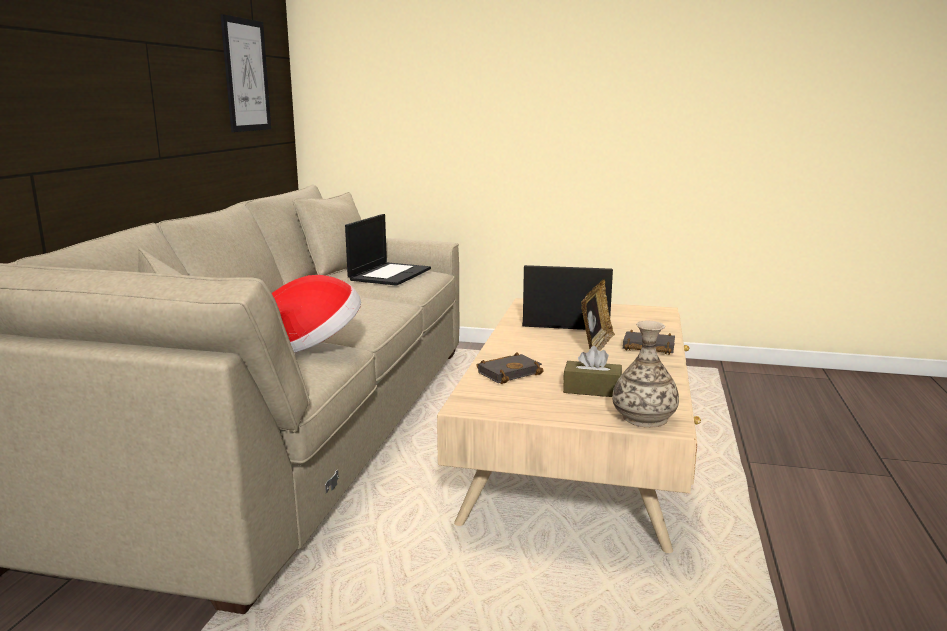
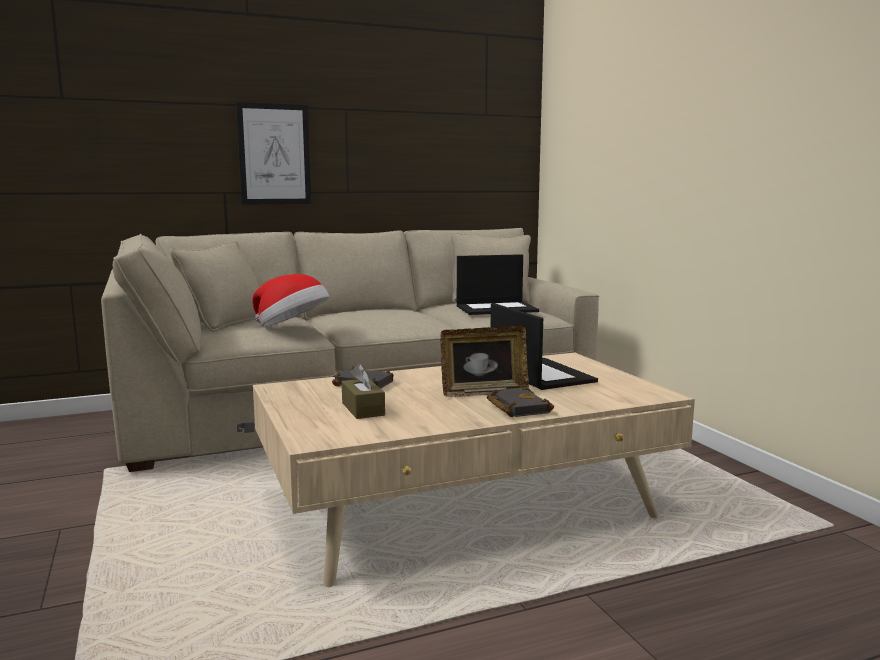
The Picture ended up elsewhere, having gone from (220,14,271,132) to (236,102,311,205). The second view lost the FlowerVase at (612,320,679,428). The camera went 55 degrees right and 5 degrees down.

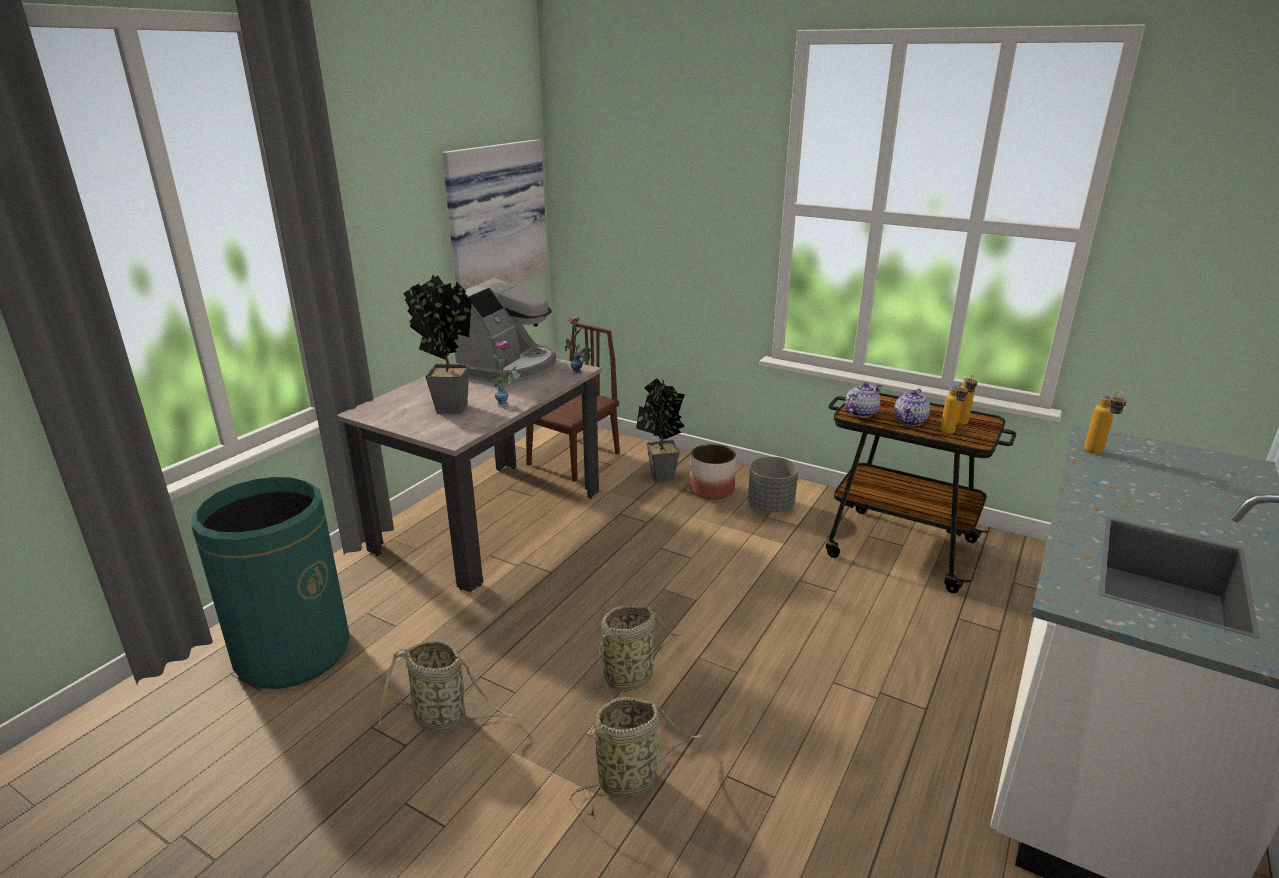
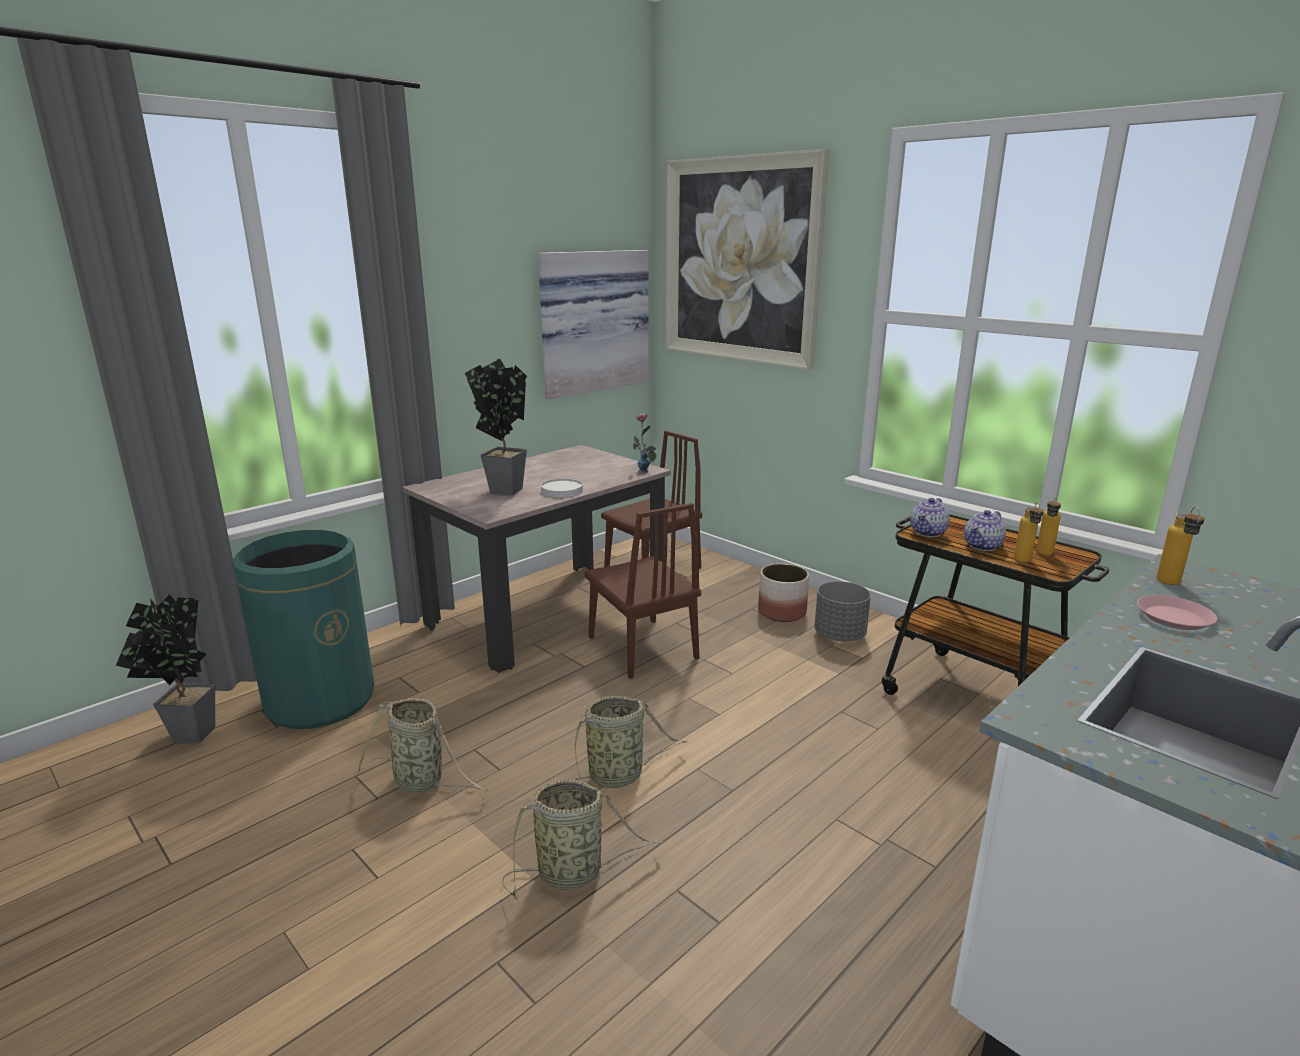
The PottedPlant ended up elsewhere, having gone from (636,378,685,482) to (116,594,215,744). Where the FlowerVase stood at (493,341,520,406), the WhiteFlatDish came to stand at (541,479,583,497). The second view gained the BrownUprightChair at (585,503,701,679). The second view gained the Picture at (665,149,830,370). The Teapot at (844,382,882,418) ended up facing another way, 150 degrees clockwise from before. The second view gained the PinkishFlatDish at (1137,595,1217,630). The second view lost the CoffeeBrewer at (452,278,556,383). The camera went 15 degrees right and 5 degrees down.

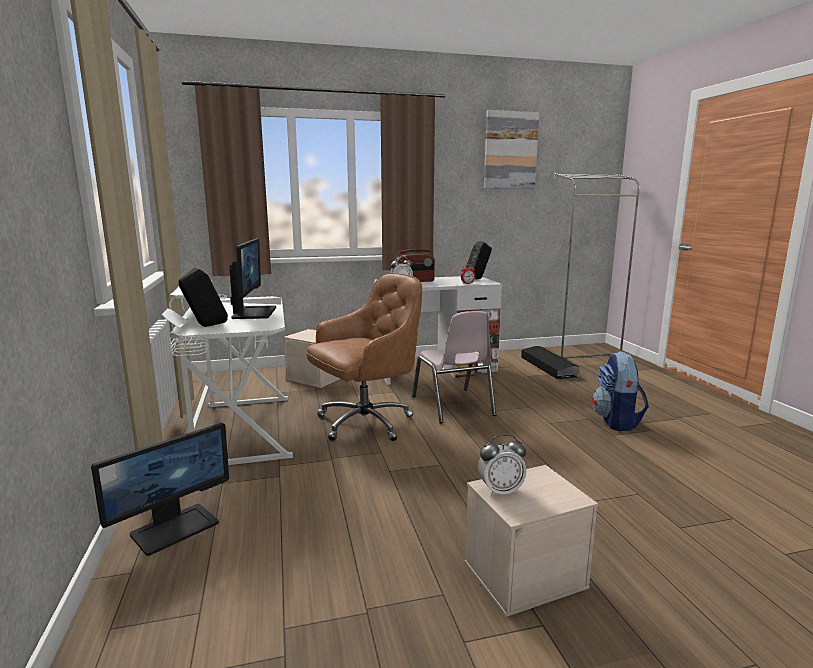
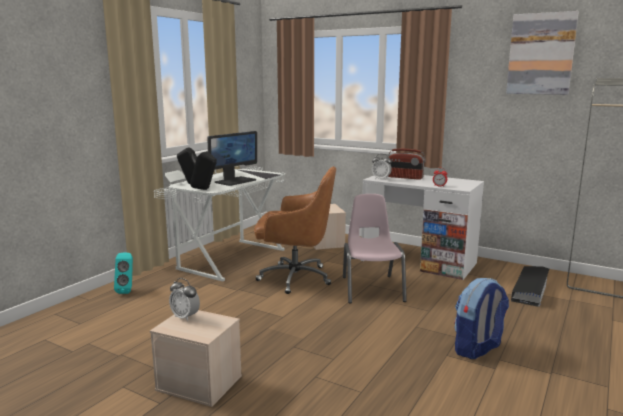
Where the ComputerScreen stood at (91,423,229,556), the TurquoiseColouredAudioSpeaker came to stand at (114,253,133,294). The BlackishAudioSpeaker ended up elsewhere, having gone from (466,241,492,279) to (190,151,217,190). The PinkishUprightChair at (412,311,496,424) ended up facing another way, 150 degrees clockwise from before. The camera went 45 degrees right and 0 degrees up.

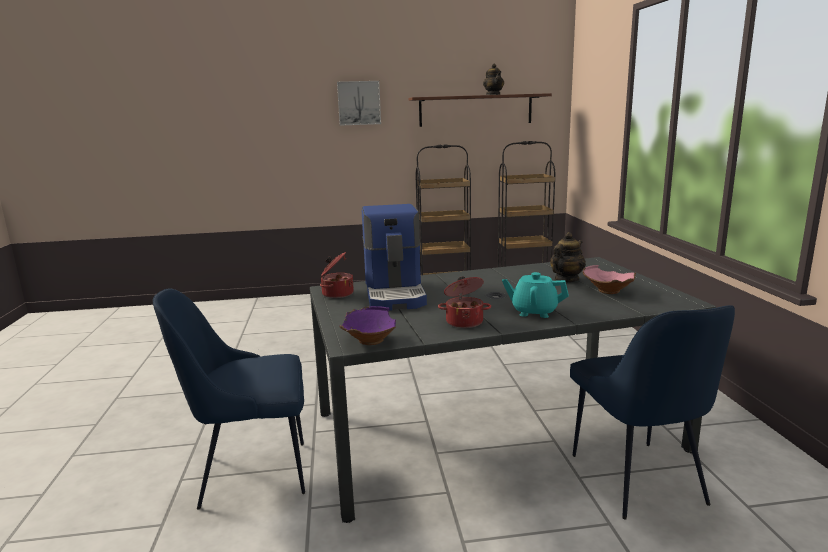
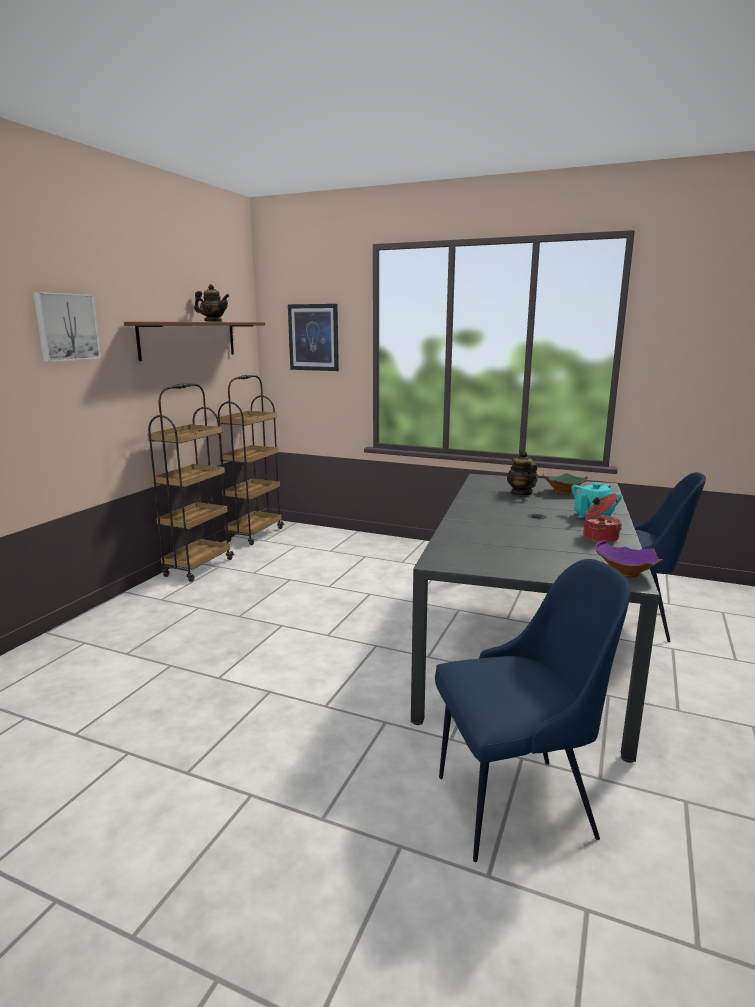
The second view gained the Picture at (288,304,339,371). The BlueColouredUprightChair at (153,288,305,510) ended up facing another way, 120 degrees counterclockwise from before. What was the PinkishBowl at (582,265,636,294) turned into the GreenBowl at (543,473,588,494). The second view lost the Stockpot at (320,252,354,298). The second view lost the CoffeeBrewer at (362,204,427,311). The camera went 60 degrees left and 0 degrees up.

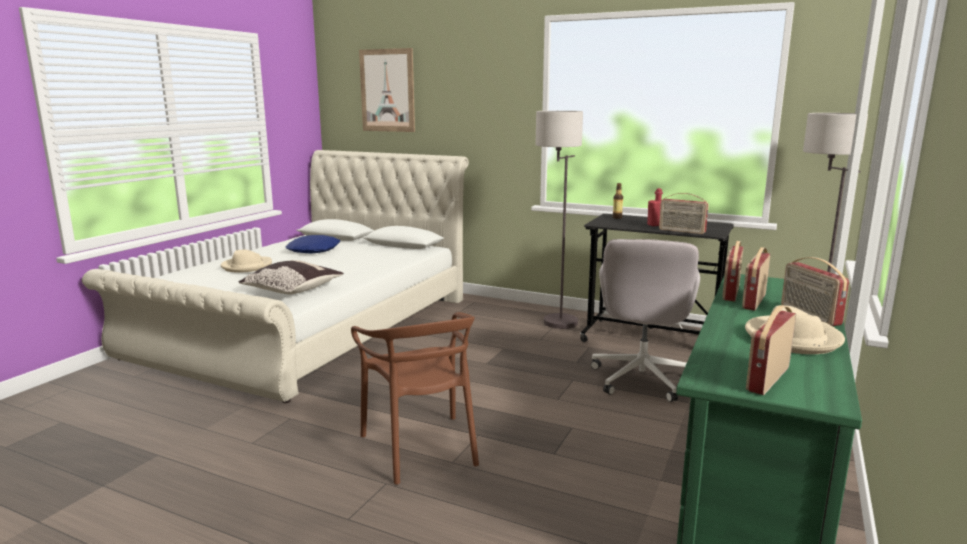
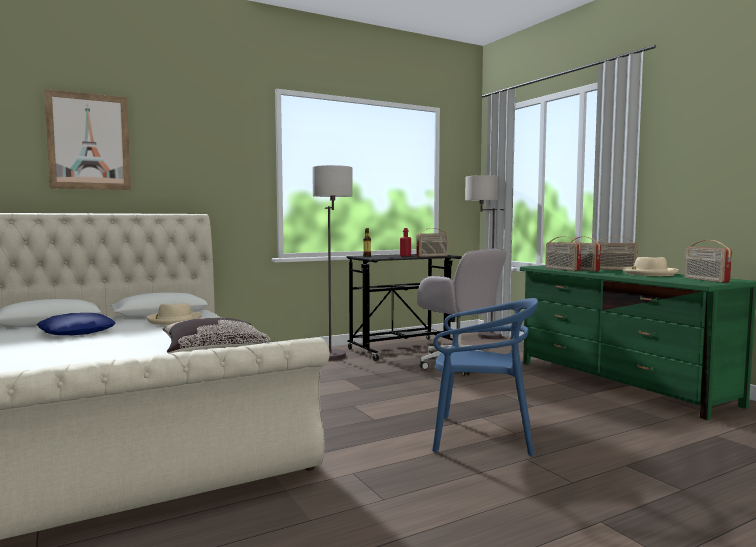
The SandColouredWearableHat ended up elsewhere, having gone from (221,250,272,273) to (146,303,202,325). What was the BrownUprightChair at (351,312,479,485) turned into the BlueColouredUprightChair at (432,298,538,456). The camera went 55 degrees left and 10 degrees down.

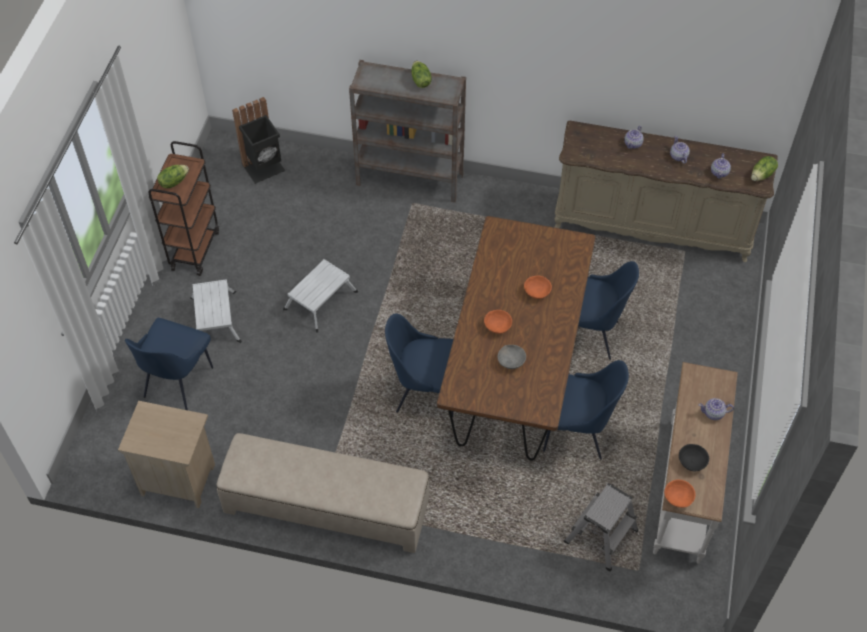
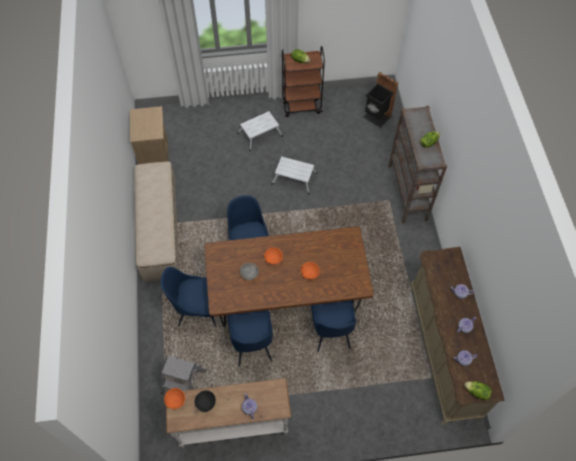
The BlueColouredUprightChair ended up elsewhere, having gone from (125,318,213,410) to (161,267,216,327). The camera went 70 degrees right and 5 degrees up.

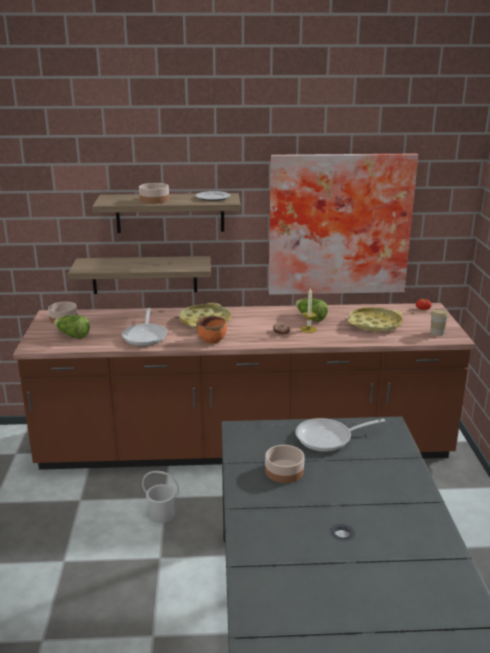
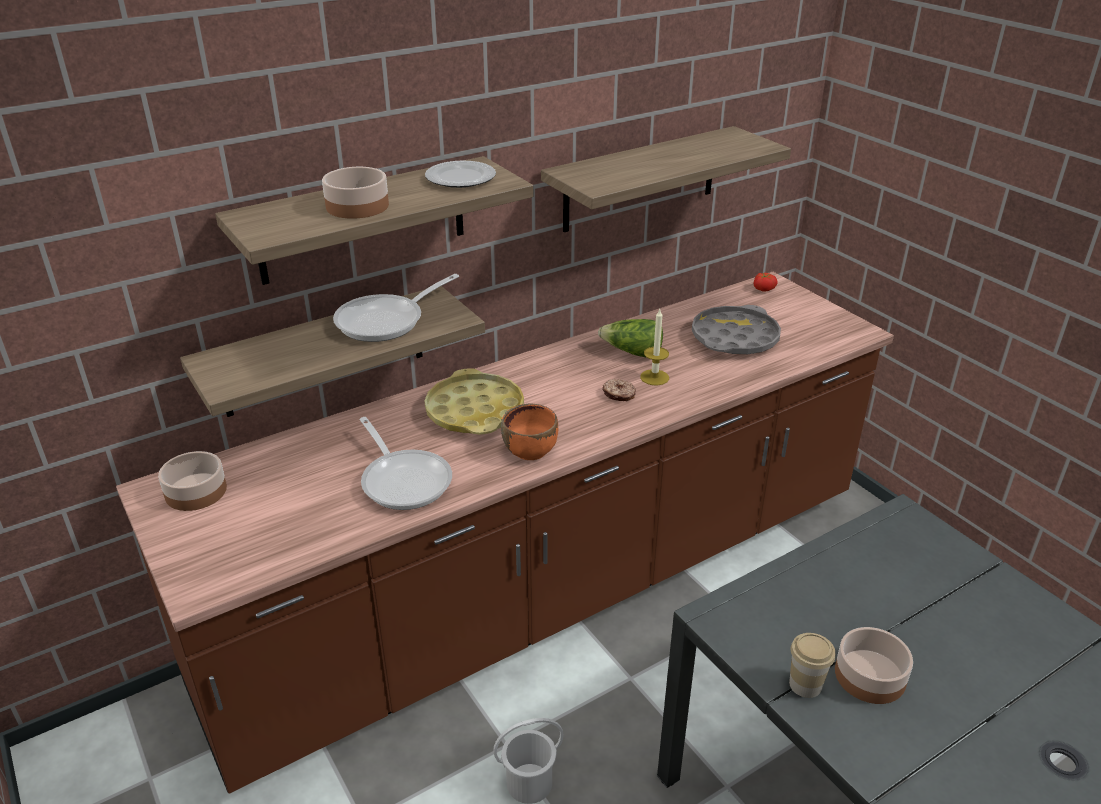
The FryingPan ended up elsewhere, having gone from (296,418,385,452) to (333,274,459,342). Where the Picture hung at (269,154,418,295), the BracketShelf came to hang at (541,126,791,232). What was the YellowColouredServingTray at (348,307,403,332) turned into the GreyServingTray at (692,305,781,354). The Cup ended up elsewhere, having gone from (431,309,449,336) to (789,633,835,698). The second view lost the Lettuce at (54,315,90,339). The camera went 30 degrees left and 10 degrees up.

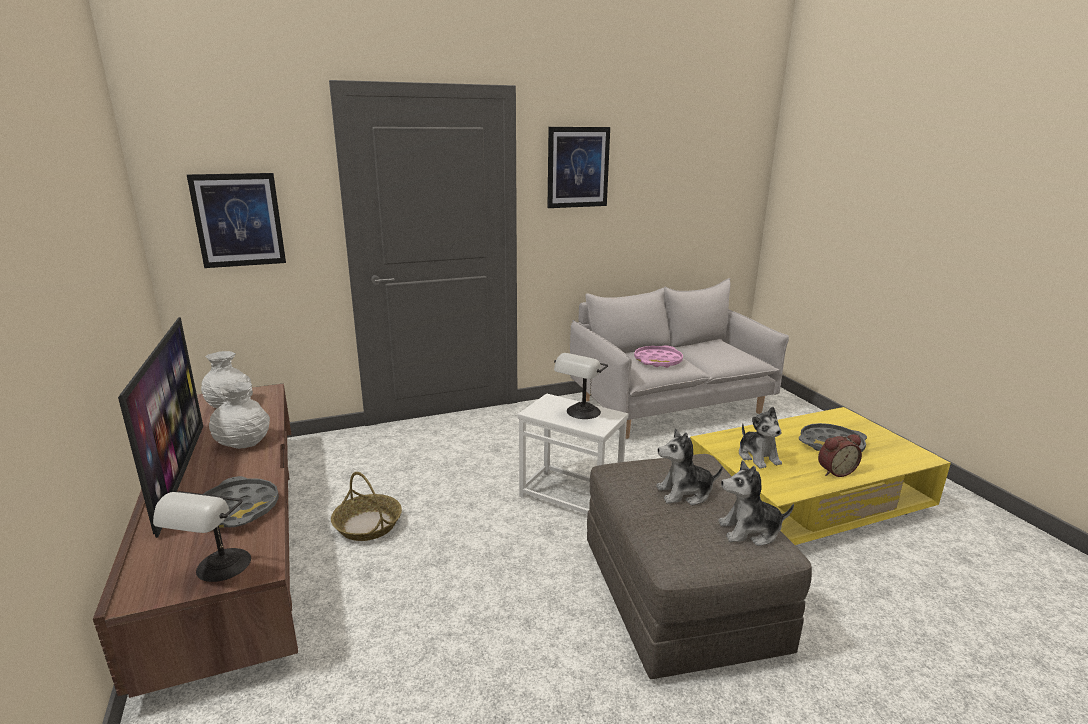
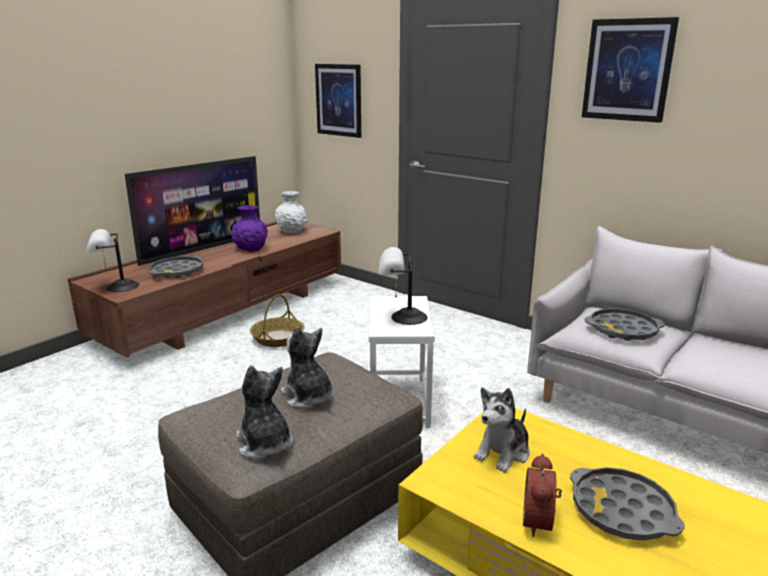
What was the WhiteFlowerVase at (209,382,270,449) turned into the PurpleColouredFlowerVase at (231,205,268,252). The AlarmClock at (818,434,862,477) ended up facing another way, 60 degrees clockwise from before. What was the PinkishServingTray at (634,346,683,368) turned into the GreyServingTray at (584,308,665,341). The camera went 60 degrees right and 0 degrees up.

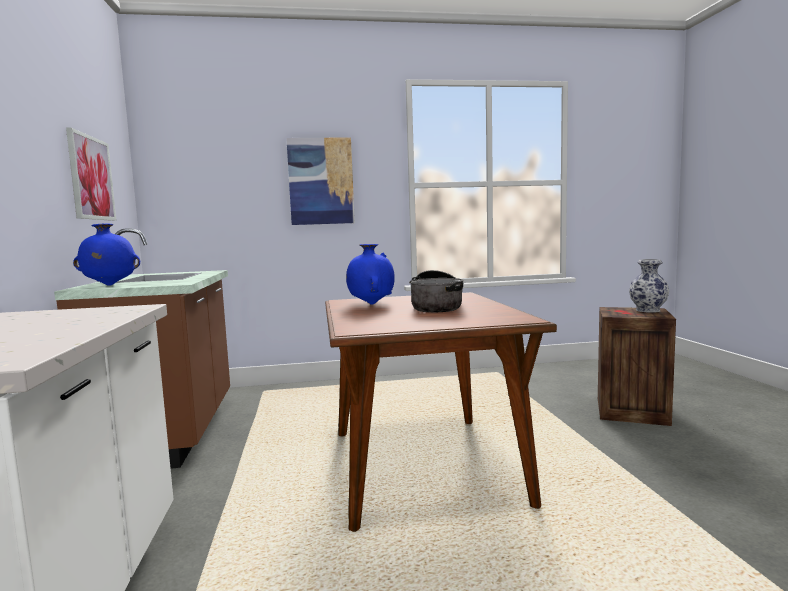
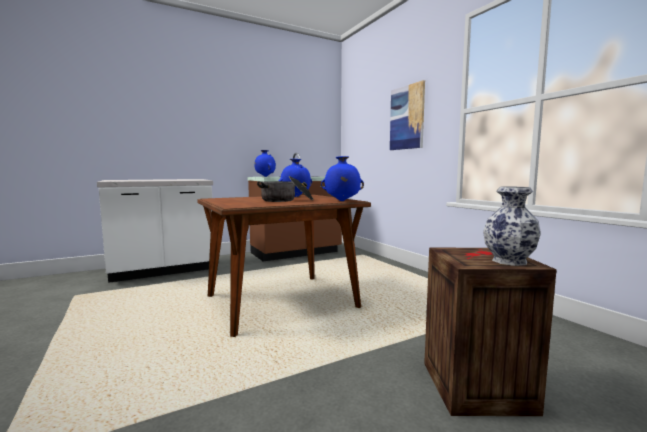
The second view gained the BlueColouredFlowerVase at (321,156,364,201). The second view lost the Picture at (66,127,117,221). The camera went 70 degrees right and 0 degrees up.

